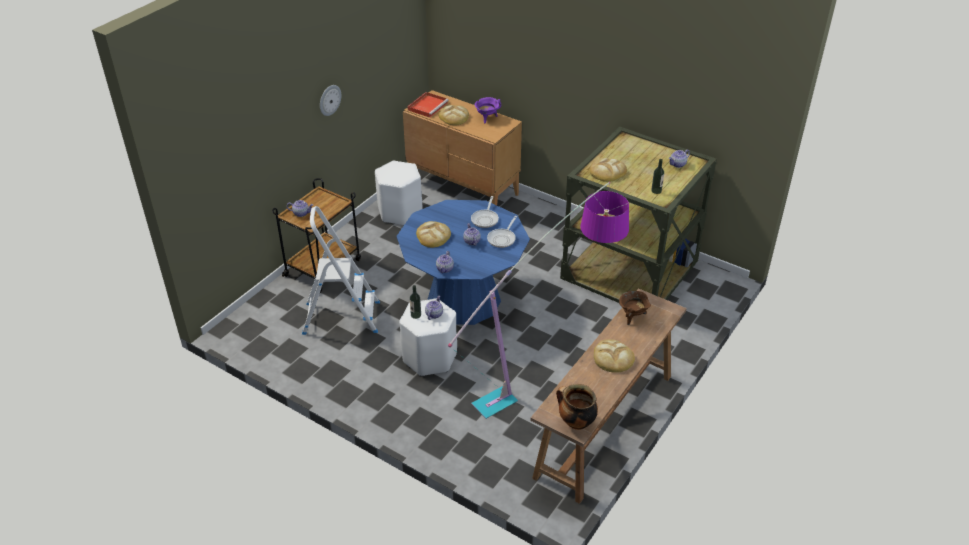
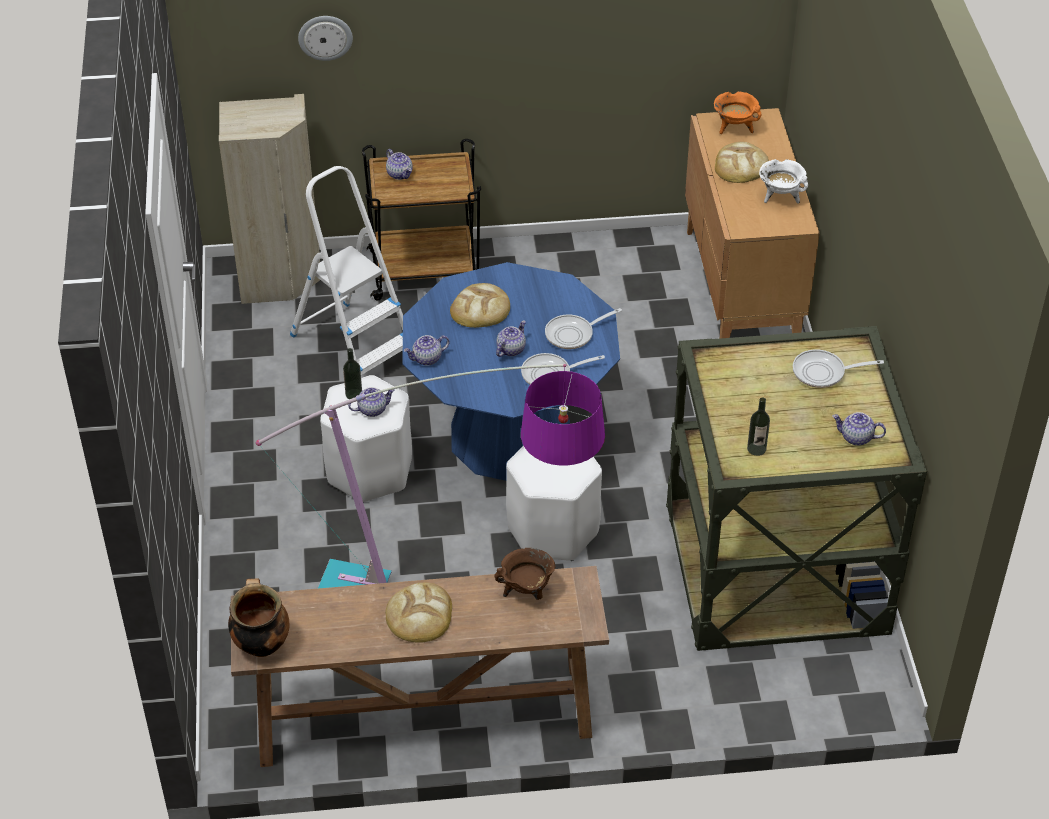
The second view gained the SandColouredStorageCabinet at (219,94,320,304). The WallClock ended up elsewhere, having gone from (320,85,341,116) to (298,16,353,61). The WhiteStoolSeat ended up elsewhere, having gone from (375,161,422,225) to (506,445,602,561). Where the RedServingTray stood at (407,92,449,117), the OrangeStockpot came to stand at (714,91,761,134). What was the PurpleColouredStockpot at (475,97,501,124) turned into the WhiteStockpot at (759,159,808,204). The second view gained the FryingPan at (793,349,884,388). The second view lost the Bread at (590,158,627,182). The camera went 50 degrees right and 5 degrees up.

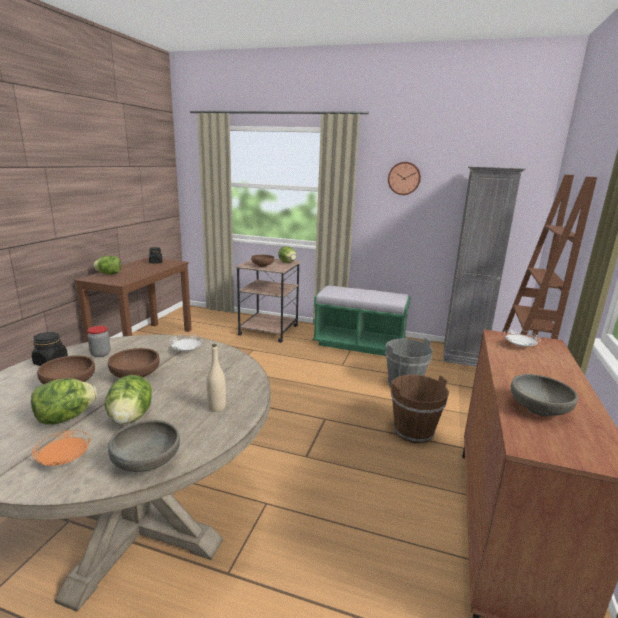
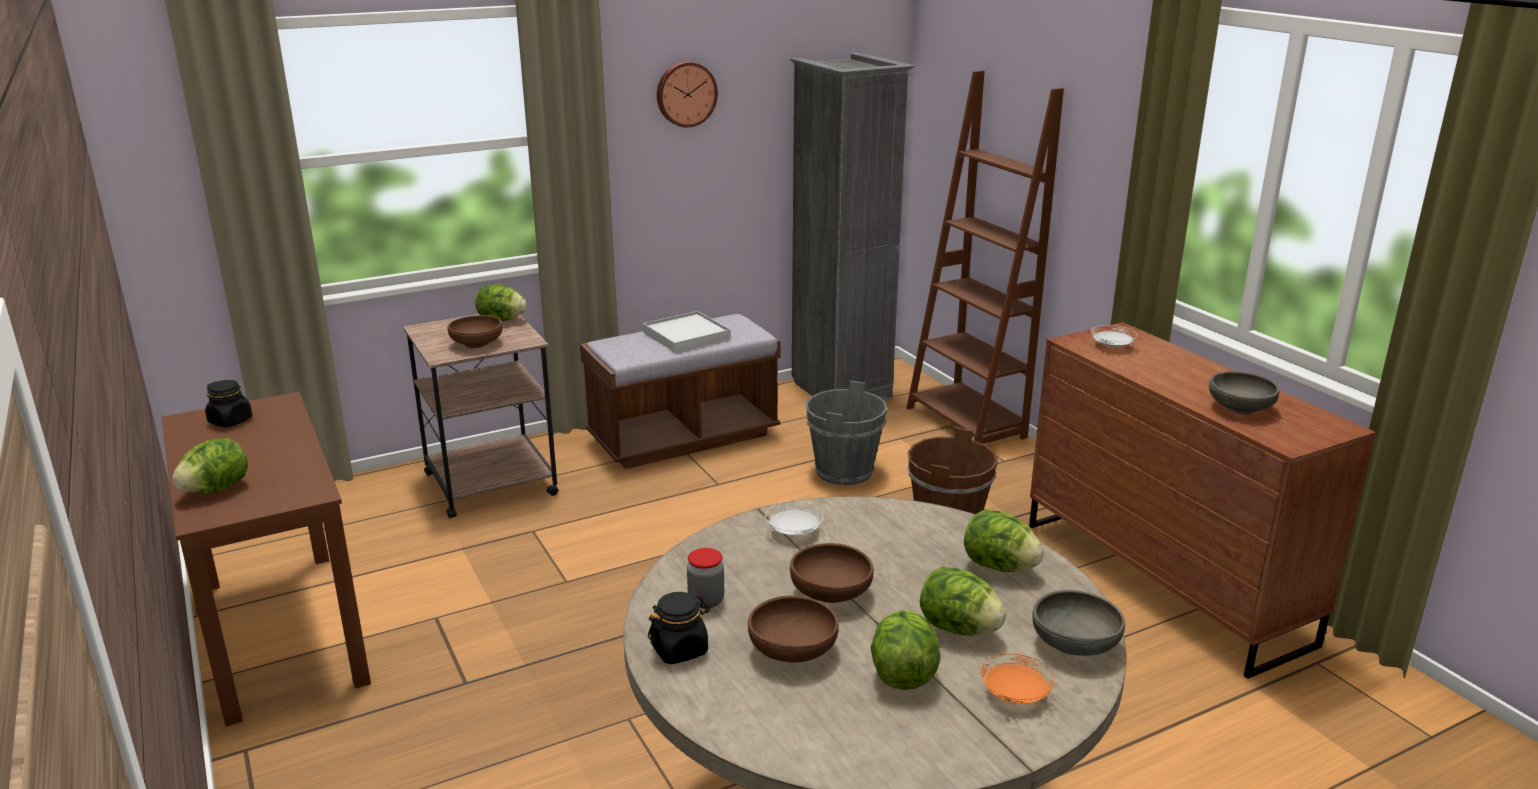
What was the GreenIndoorBench at (313,285,411,356) turned into the BrownIndoorBench at (580,314,781,469). The second view gained the WhiteServingTray at (643,311,731,352). Where the SandColouredBeverageBottle stood at (207,344,226,412), the Lettuce came to stand at (964,510,1044,572). The camera went 45 degrees left and 5 degrees up.

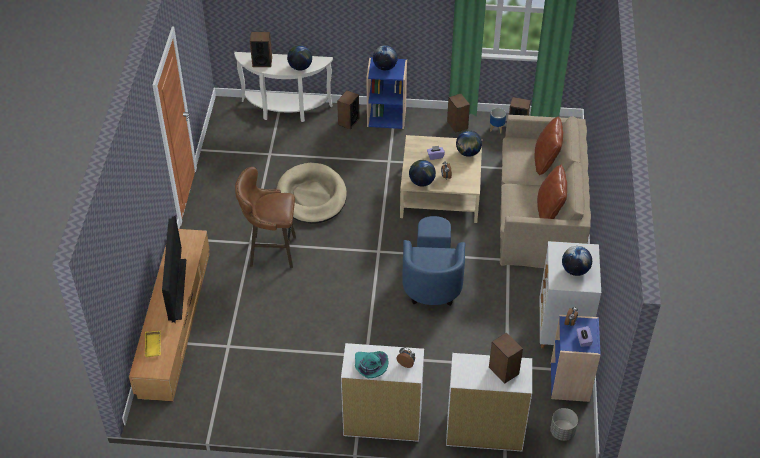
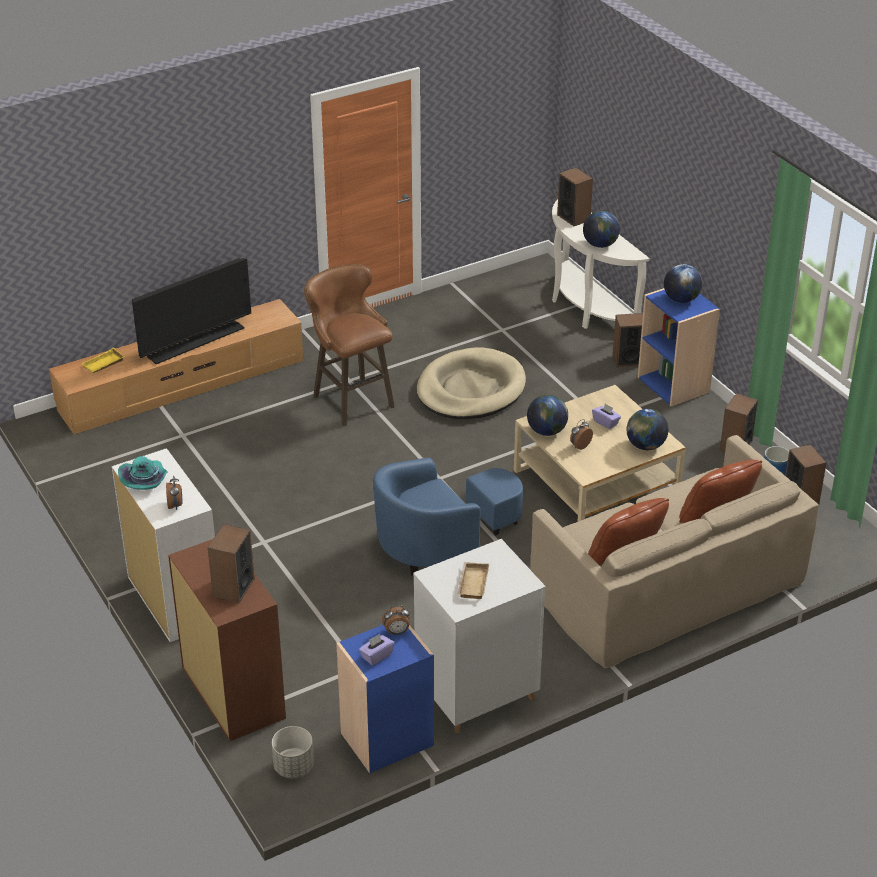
What was the WhiteStorageCabinet at (446,353,532,451) turned into the BrownStorageCabinet at (168,539,286,741). Where the WorldGlobe stood at (562,246,592,276), the SandColouredServingTray came to stand at (458,562,489,599). The camera went 55 degrees right and 10 degrees down.

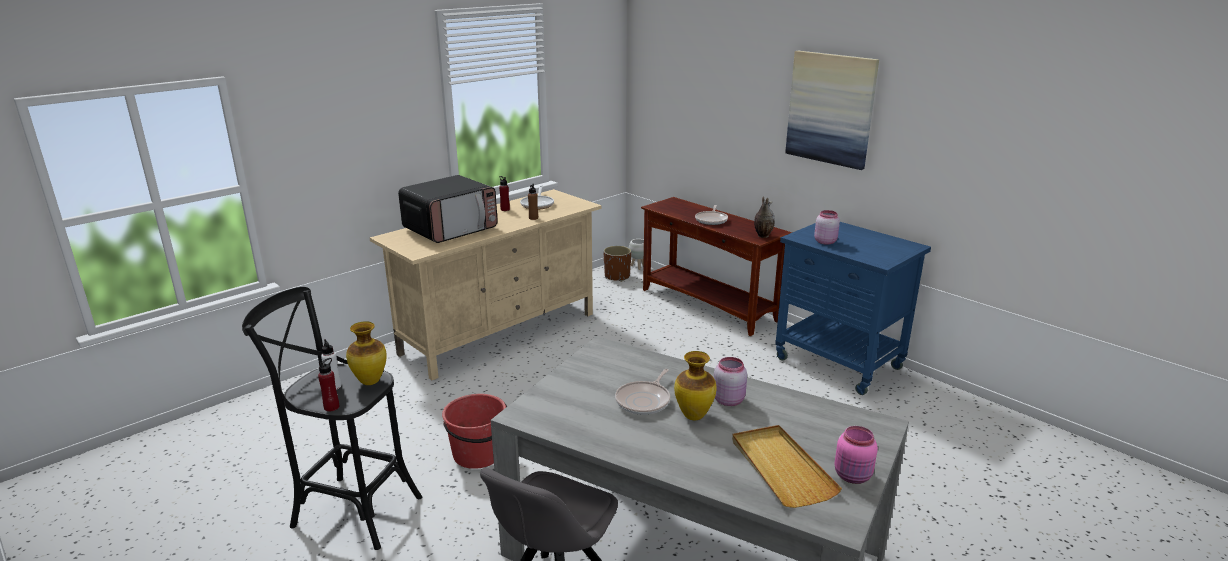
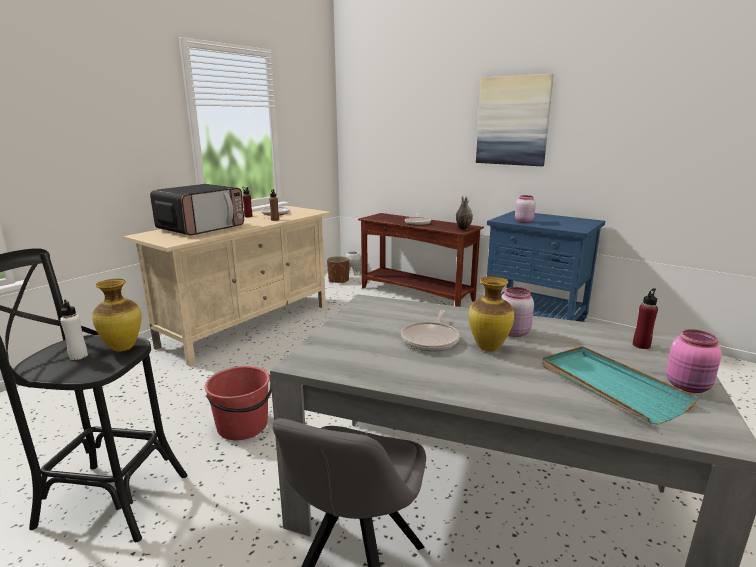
What was the SandColouredServingTray at (732,425,842,508) turned into the TurquoiseColouredServingTray at (542,346,699,425). The RedBeverageBottle ended up elsewhere, having gone from (318,358,339,412) to (633,288,658,349). The camera went 10 degrees left and 5 degrees down.

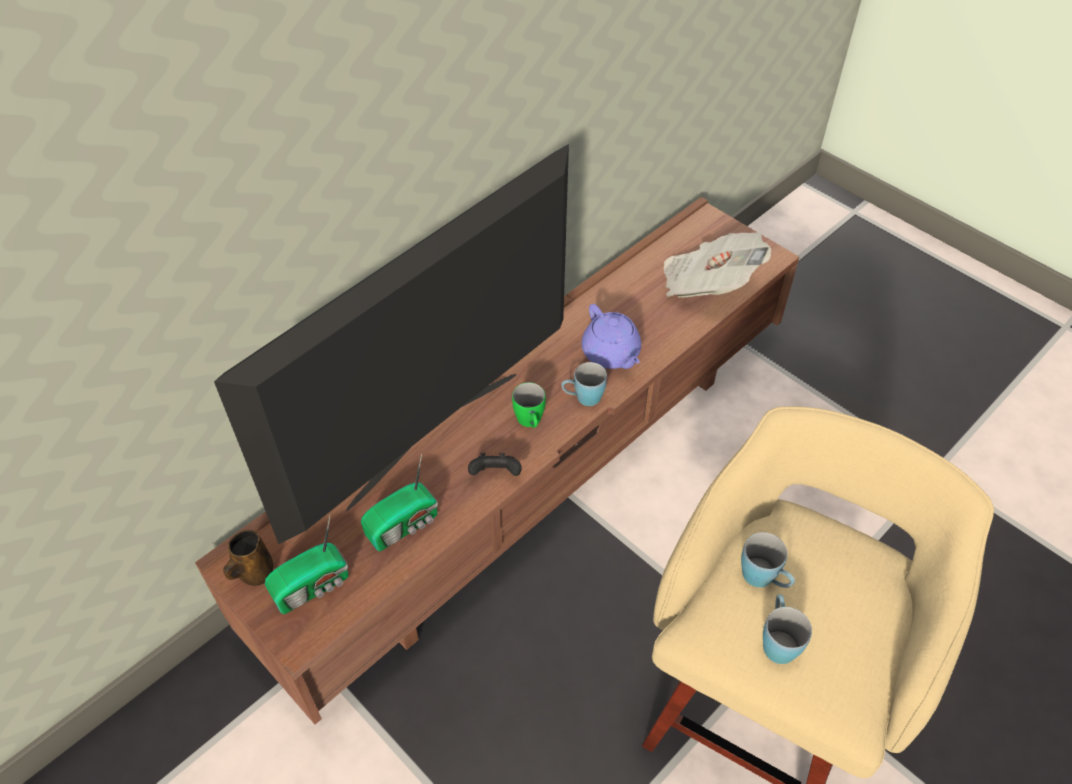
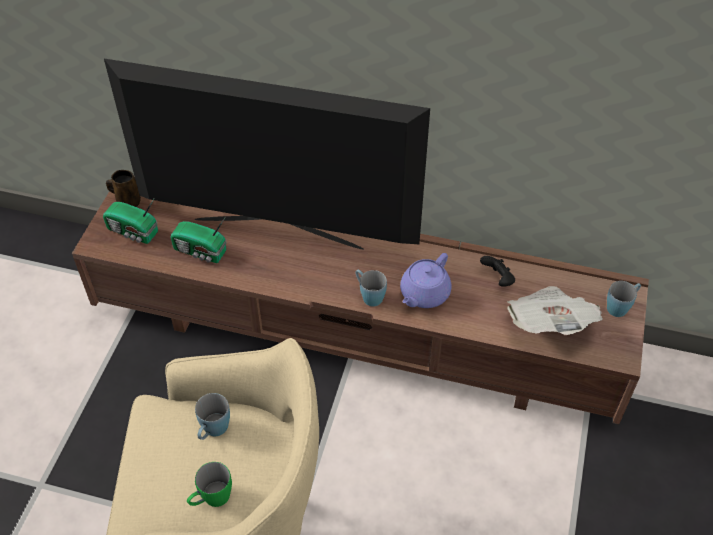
The GreenTeaMug ended up elsewhere, having gone from (512,382,546,428) to (187,462,232,507). The BlackishJoypad ended up elsewhere, having gone from (468,453,522,476) to (480,256,515,287). The BlueColouredTeaMug ended up elsewhere, having gone from (763,594,812,664) to (607,281,641,317). The camera went 60 degrees right and 0 degrees up.

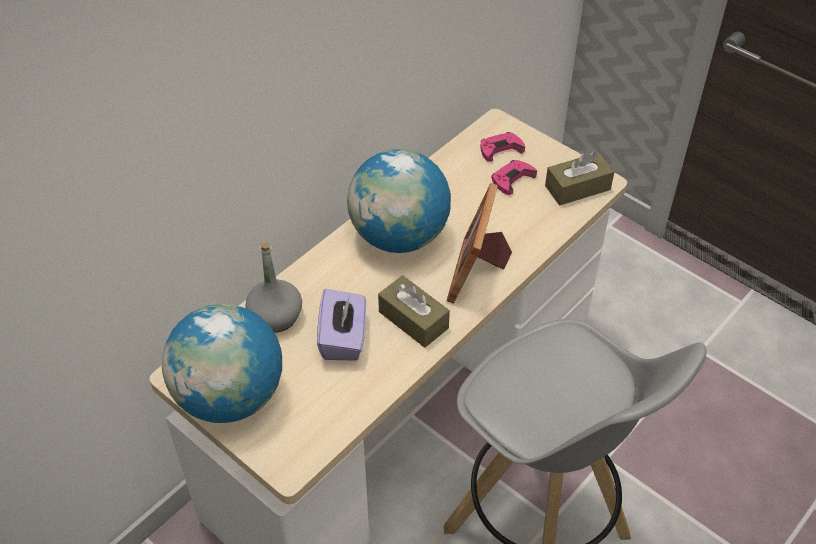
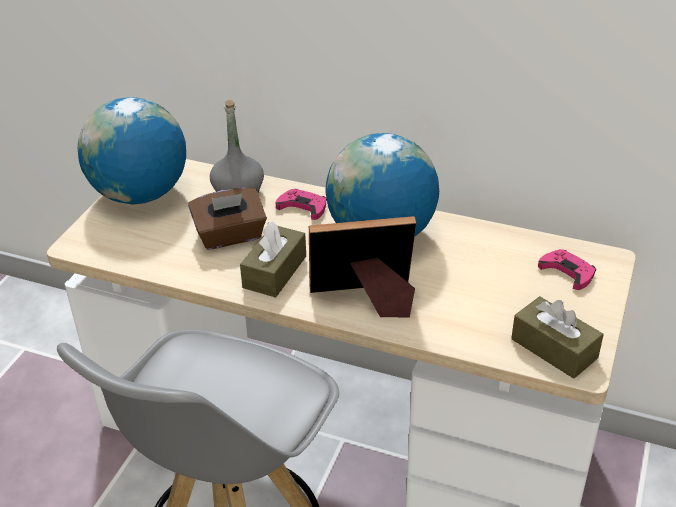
What was the PurpleColouredTissueHolder at (317,289,366,361) turned into the BrownTissueHolder at (188,187,267,250). The PinkishJoypad ended up elsewhere, having gone from (491,160,537,195) to (276,189,327,220). The camera went 70 degrees right and 10 degrees down.

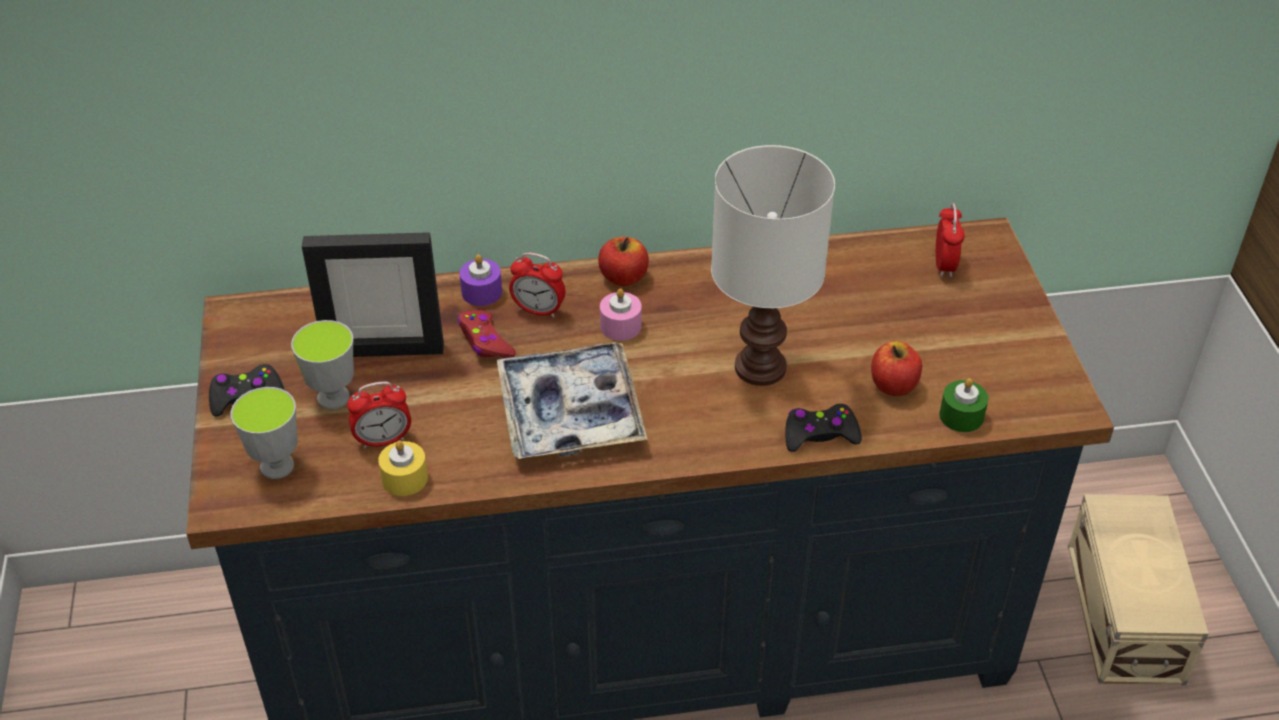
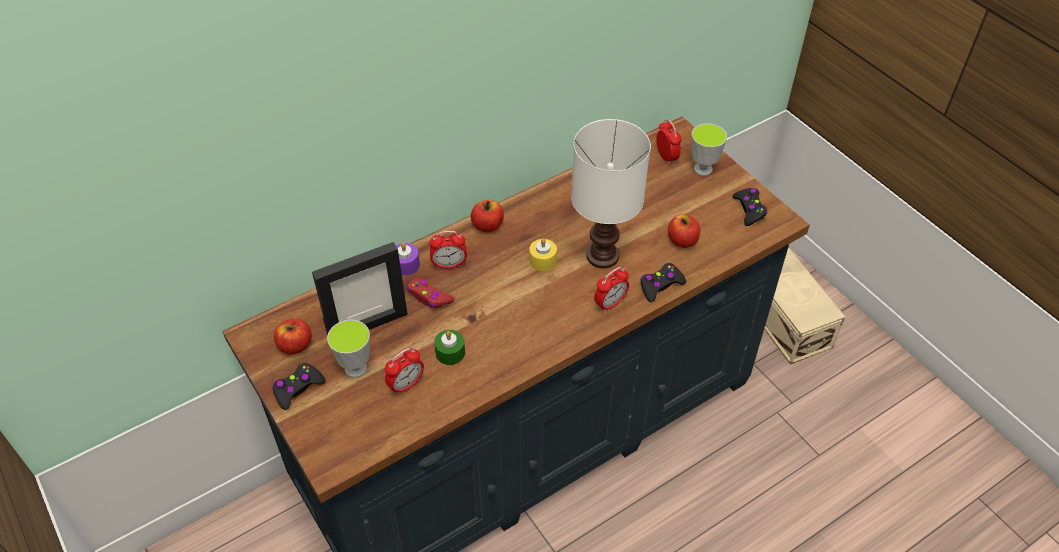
The second view gained the WholeApple at (274,318,312,355). The GreenWaxCandle ended up elsewhere, having gone from (939,378,989,432) to (434,330,465,365). The YellowColouredWaxCandle ended up elsewhere, having gone from (378,440,428,496) to (529,238,557,271). The second view gained the AlarmClock at (594,267,629,312). The Cup ended up elsewhere, having gone from (231,387,298,479) to (691,123,727,176). The second view gained the BlackishJoypad at (733,188,768,226). The second view lost the ServingTray at (497,342,648,459). The second view lost the PinkishWaxCandle at (600,288,642,341). The camera went 25 degrees left and 5 degrees up.

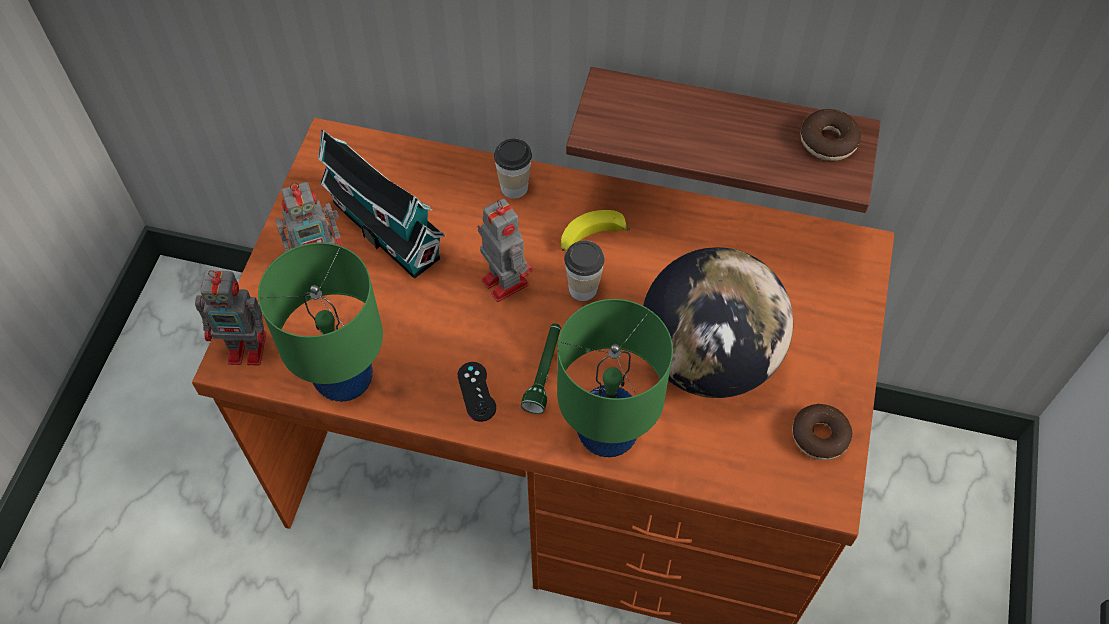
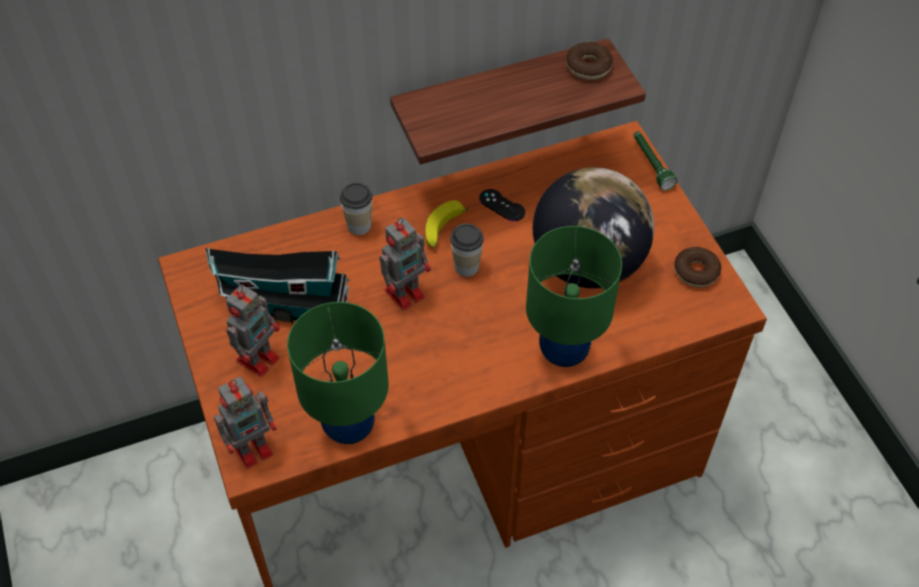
The ToyRobot at (477,199,533,302) ended up facing another way, 120 degrees clockwise from before. The BlackishJoypad ended up elsewhere, having gone from (457,362,496,422) to (479,189,525,221). The GreenTorch ended up elsewhere, having gone from (521,323,561,414) to (634,131,677,190). The camera went 35 degrees left and 5 degrees down.

